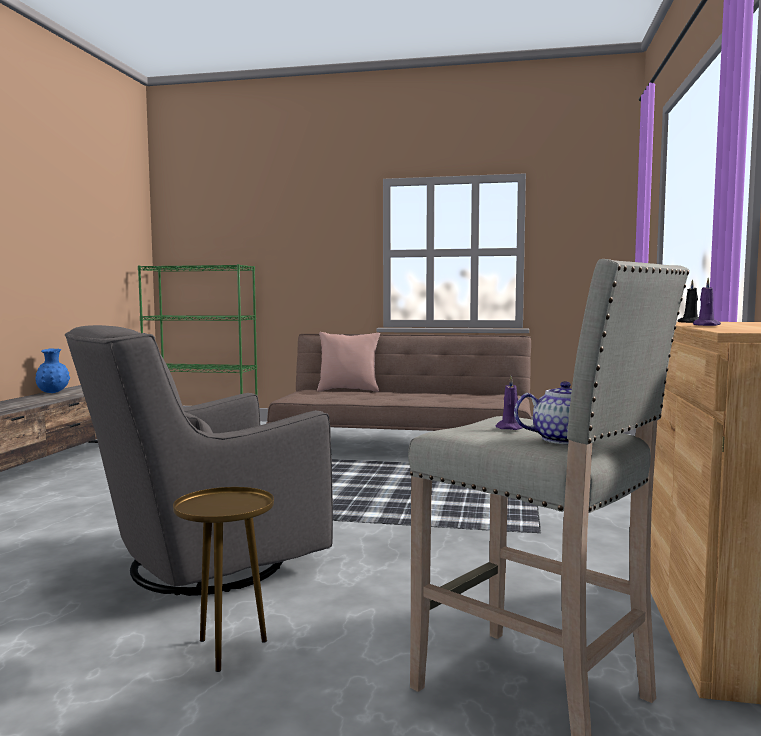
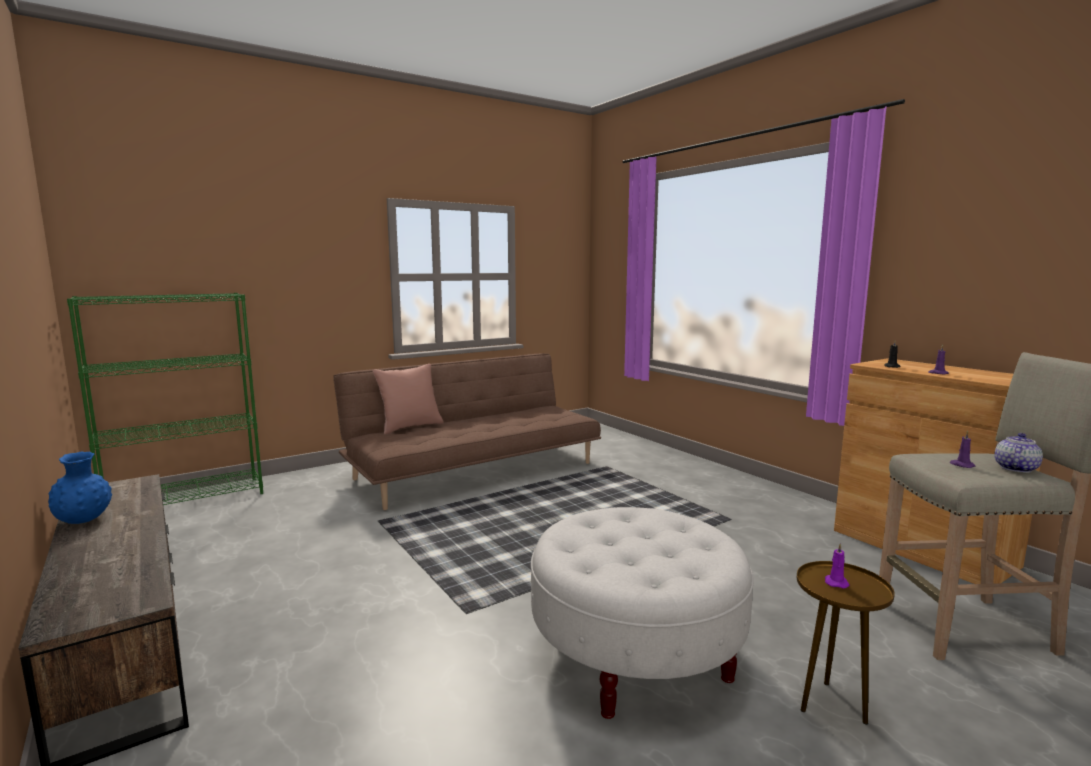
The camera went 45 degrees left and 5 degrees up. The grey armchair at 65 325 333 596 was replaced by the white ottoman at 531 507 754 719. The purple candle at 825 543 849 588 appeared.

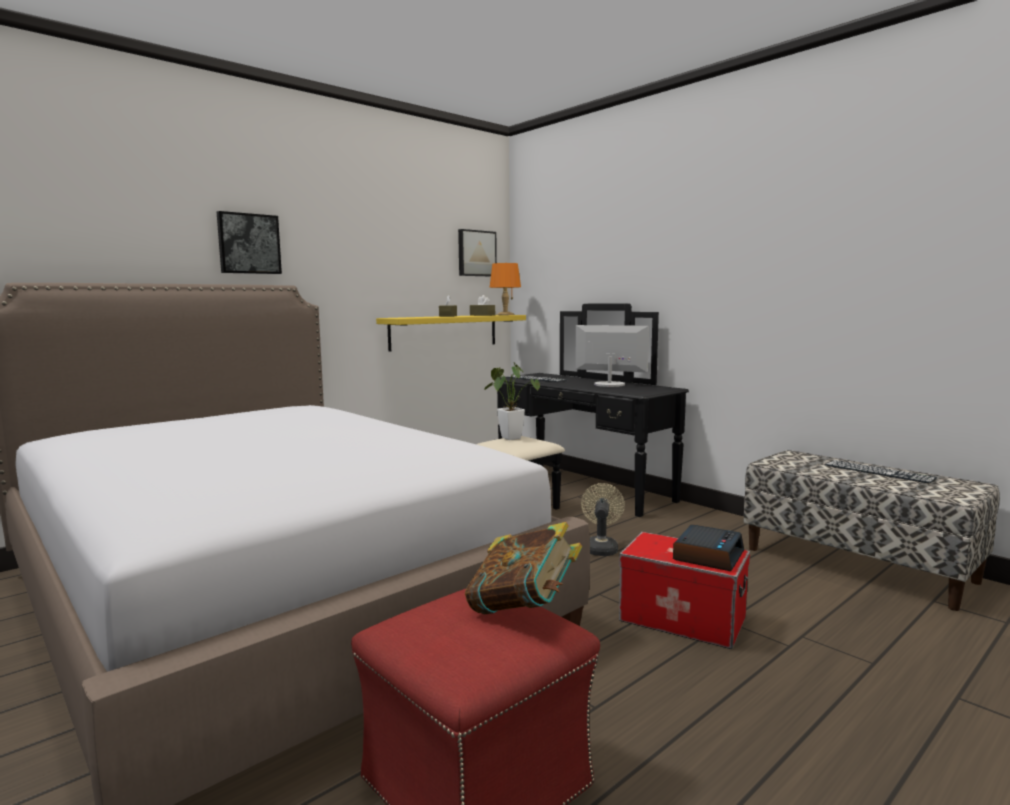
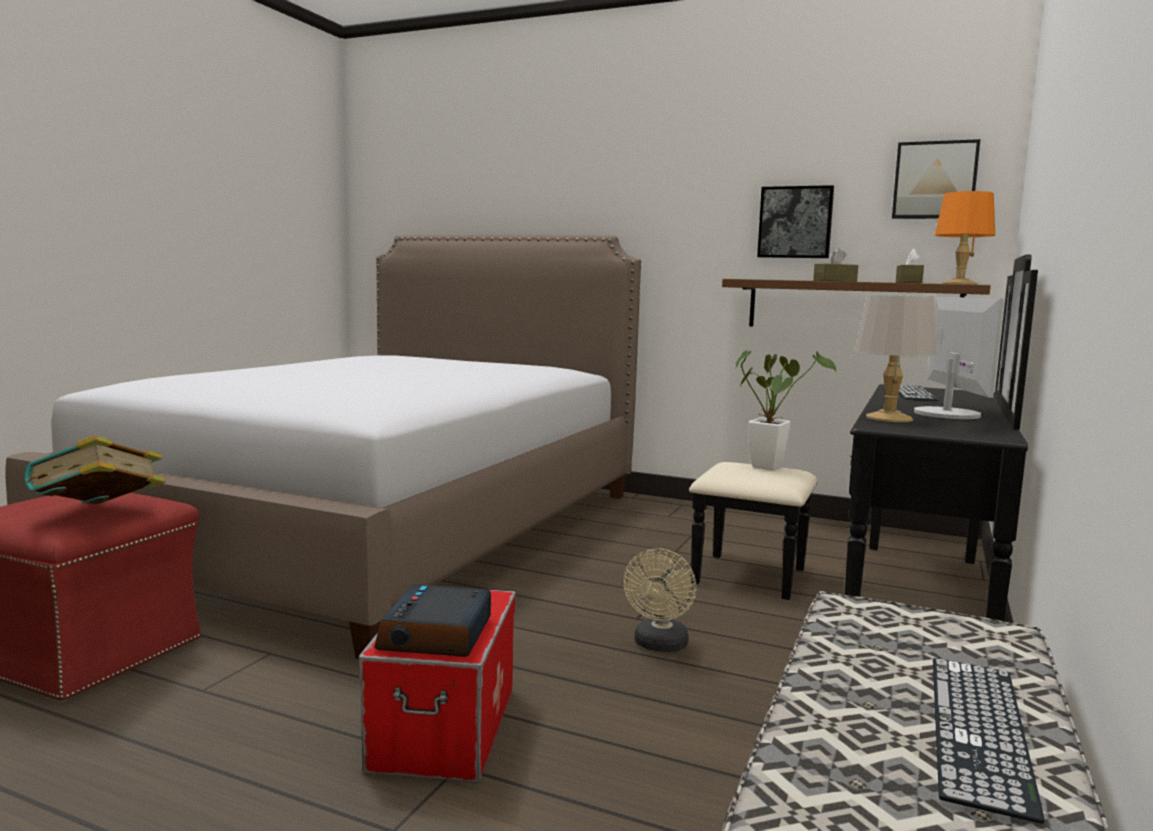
The camera went 65 degrees right and 0 degrees up. The alarm clock at 673 524 744 571 turned 90 degrees clockwise. The beige fan at 581 483 625 556 turned 120 degrees clockwise. The yellow shelf at 376 315 526 351 became the brown shelf at 722 279 991 326. The picture moved from 217 211 282 274 to 757 185 834 258. The grey table lamp at 855 295 936 422 appeared.

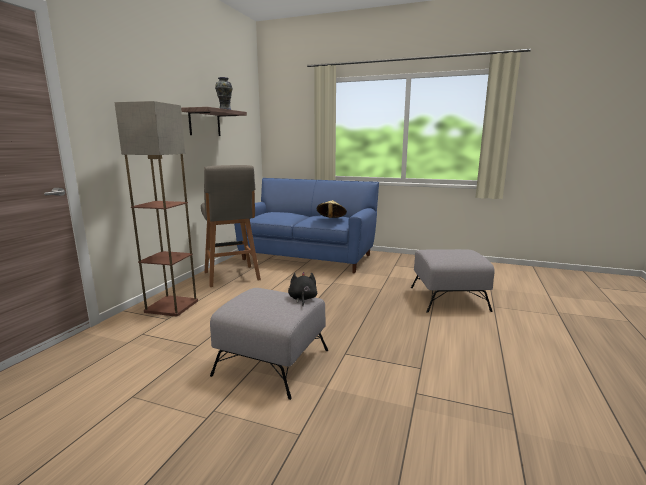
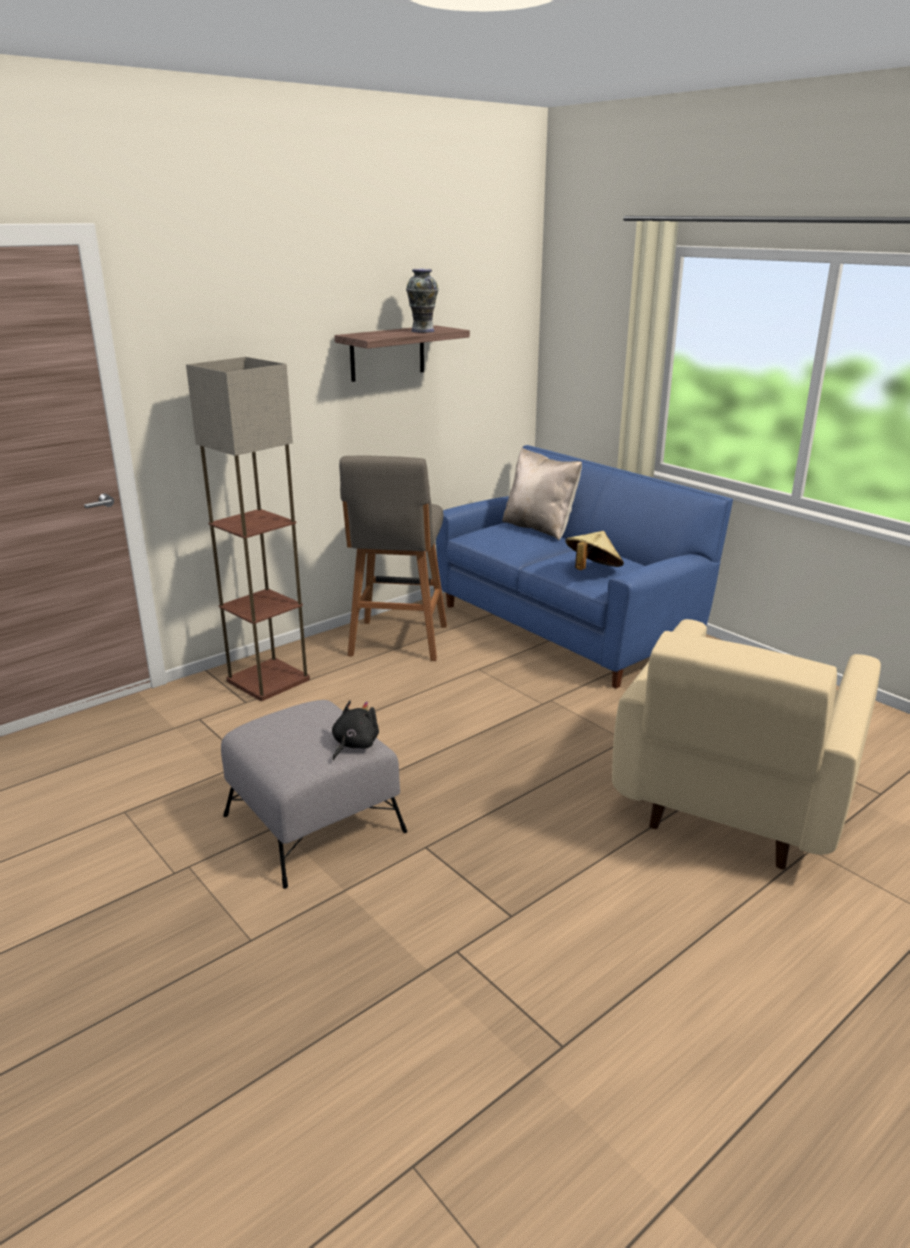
The camera went 30 degrees right and 10 degrees up. The beige pillow at 503 448 582 540 appeared. The grey ottoman at 411 249 495 313 was replaced by the beige armchair at 612 619 881 870.

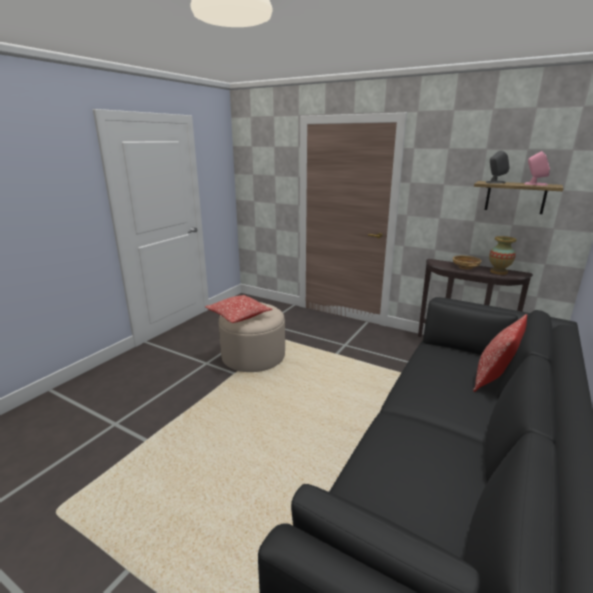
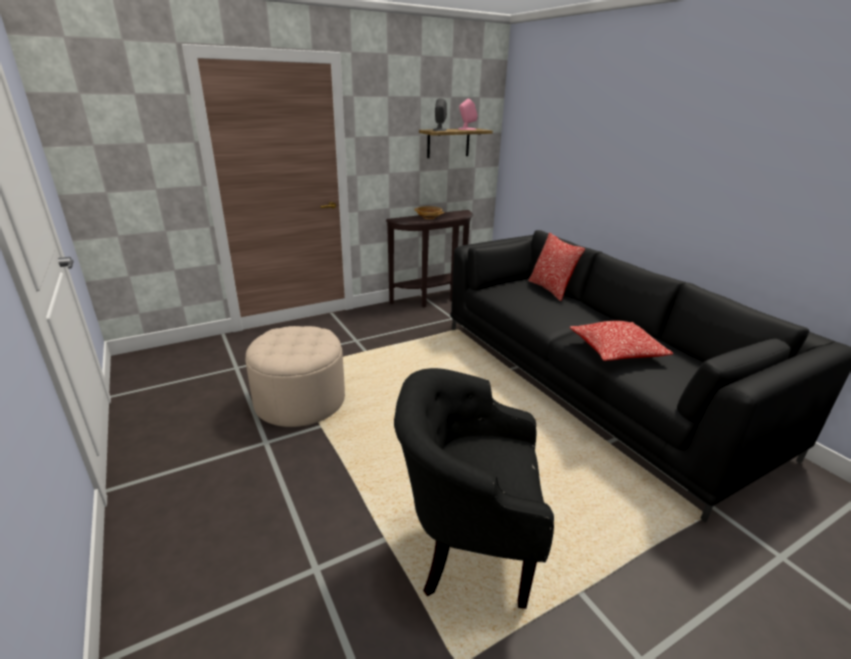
The camera went 60 degrees left and 5 degrees up. The black armchair at 394 368 554 609 appeared. The pillow moved from 205 295 273 323 to 570 321 674 361. The vase at 489 236 516 275 disappeared.

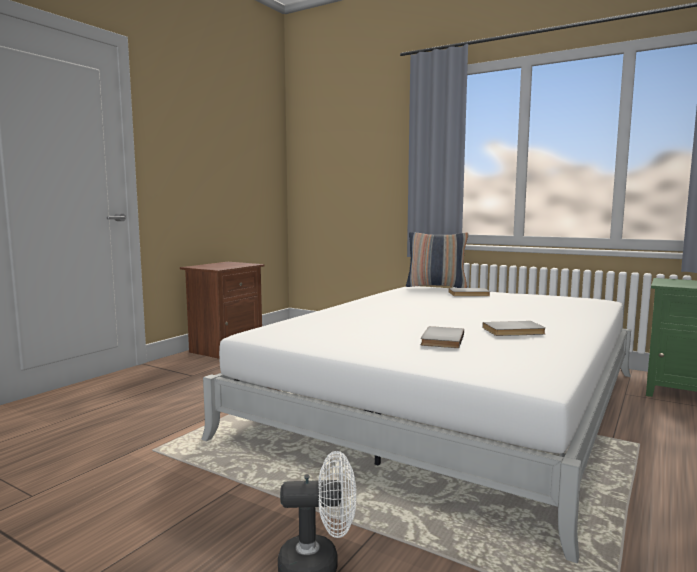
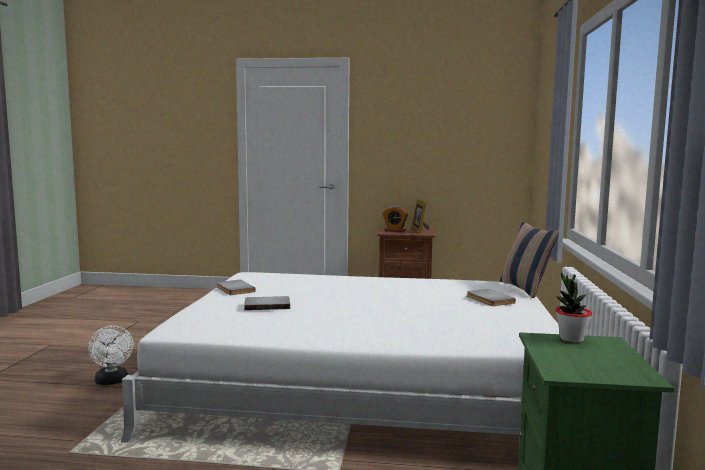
The camera went 65 degrees right and 0 degrees up. The grey book moved from 482 321 546 336 to 217 280 256 295. The alarm clock at 383 206 408 232 appeared. The picture frame at 411 199 429 234 appeared. The potted plant at 556 272 592 343 appeared.

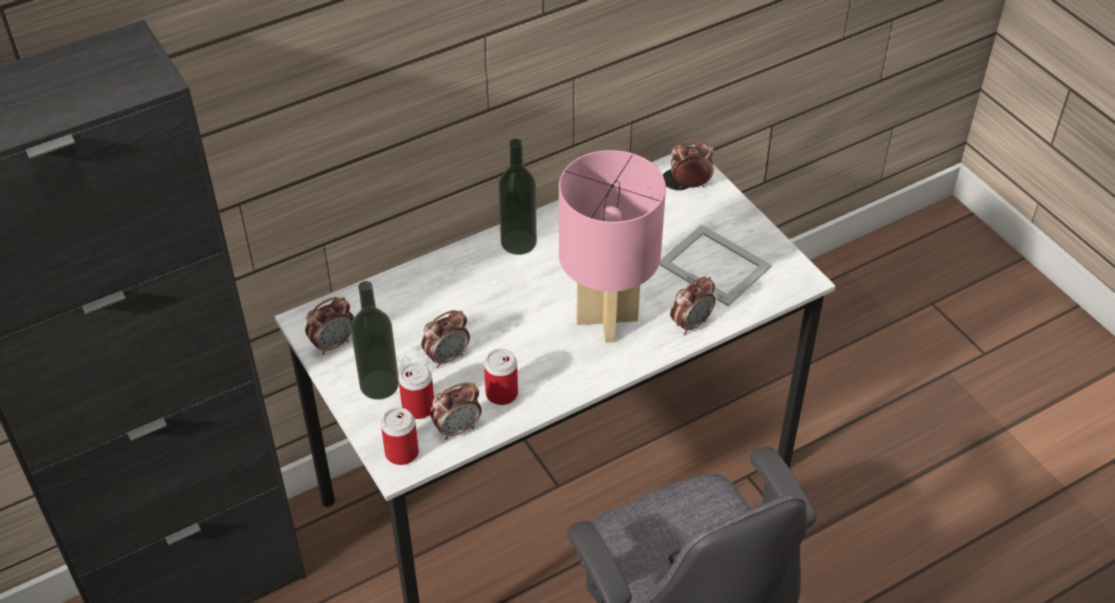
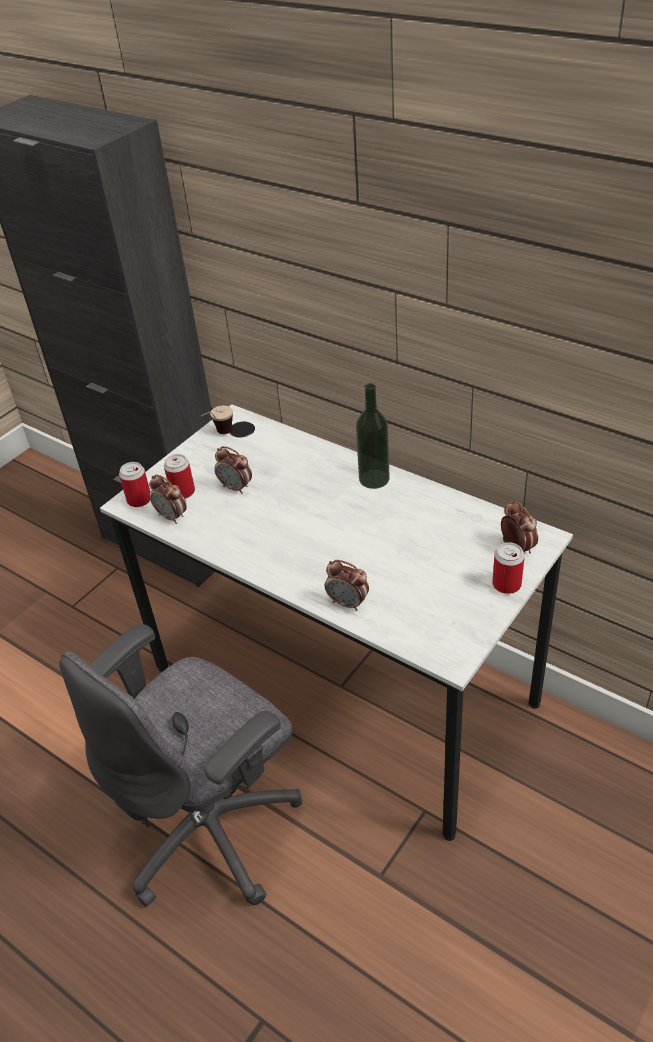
The camera went 70 degrees right and 5 degrees down. The alarm clock at 305 297 353 355 was replaced by the cup at 201 406 233 434. The can moved from 484 349 518 405 to 492 542 525 594. The bottle at 351 281 399 400 disappeared. The pink table lamp at 559 150 666 343 disappeared. The picture frame at 659 224 772 306 disappeared.

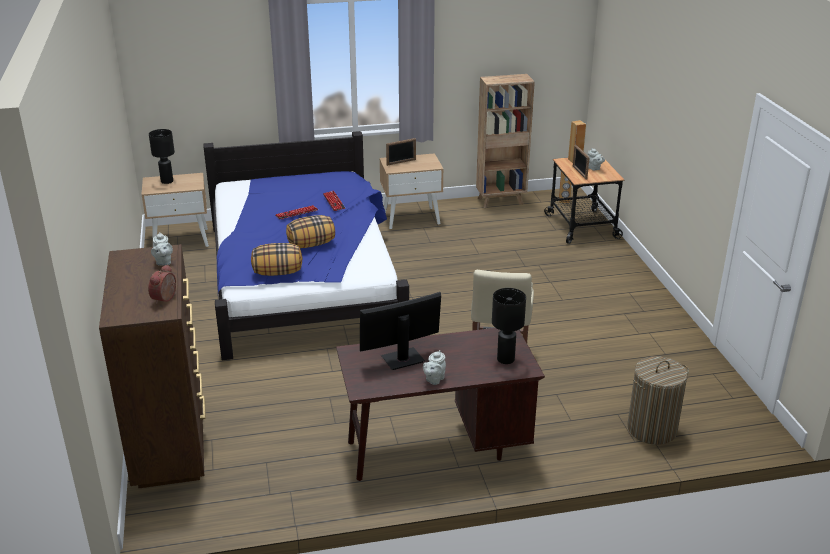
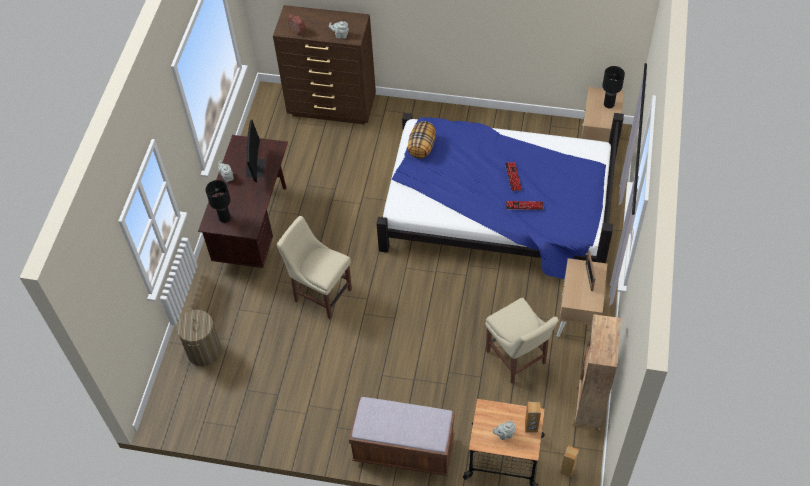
The camera went 115 degrees right and 25 degrees up. The brown bench at 349 397 455 476 appeared. The beige chair at 485 298 559 384 appeared. The pillow at 286 215 335 248 disappeared. The picture frame at 573 145 590 180 disappeared.

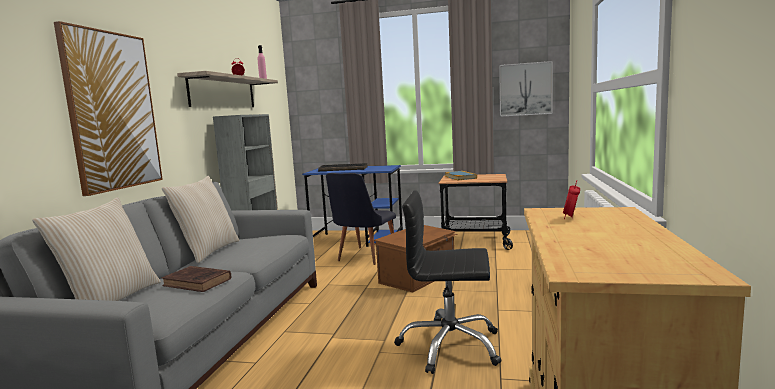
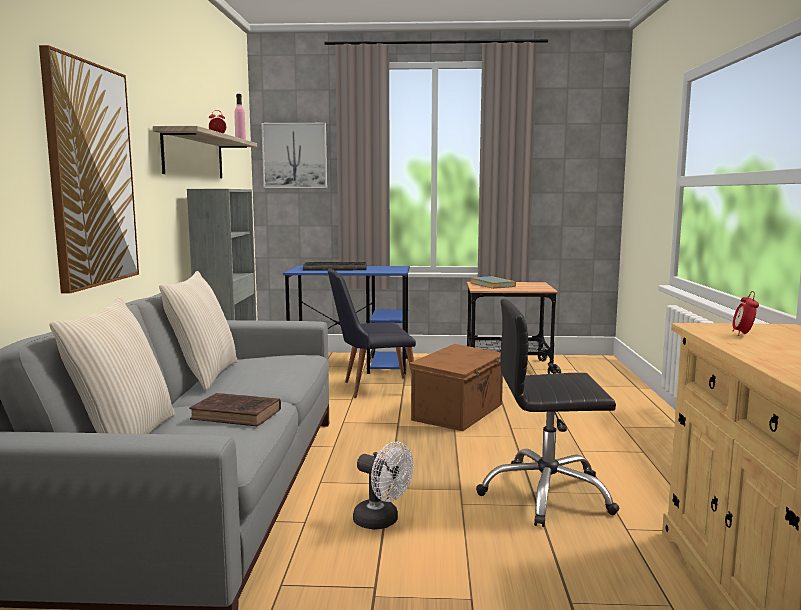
The camera went 10 degrees left and 0 degrees up. The picture moved from 499 61 553 117 to 261 123 327 188. The black chair at 326 173 396 265 turned 60 degrees clockwise. The white fan at 353 442 413 530 appeared.

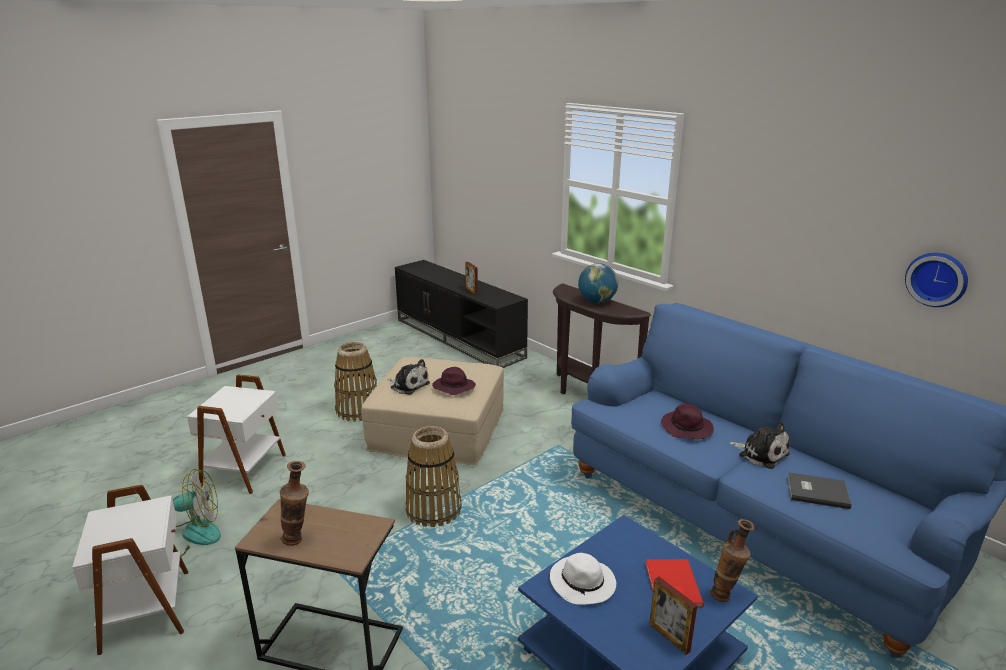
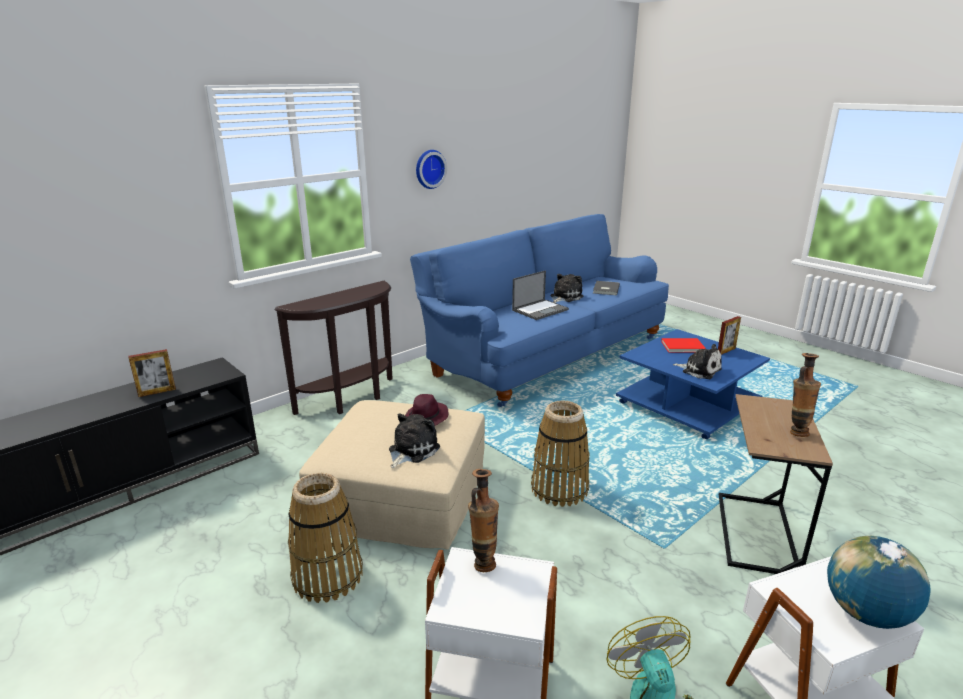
The camera went 90 degrees left and 0 degrees up. The wall clock moved from 905 253 968 307 to 416 150 447 189. The vase moved from 710 519 754 602 to 468 469 499 572. The purple hat at 661 404 714 439 was replaced by the laptop at 512 270 569 320. The white hat at 550 553 616 605 was replaced by the plush toy at 673 344 722 379. The globe moved from 578 263 618 303 to 827 536 931 629.

